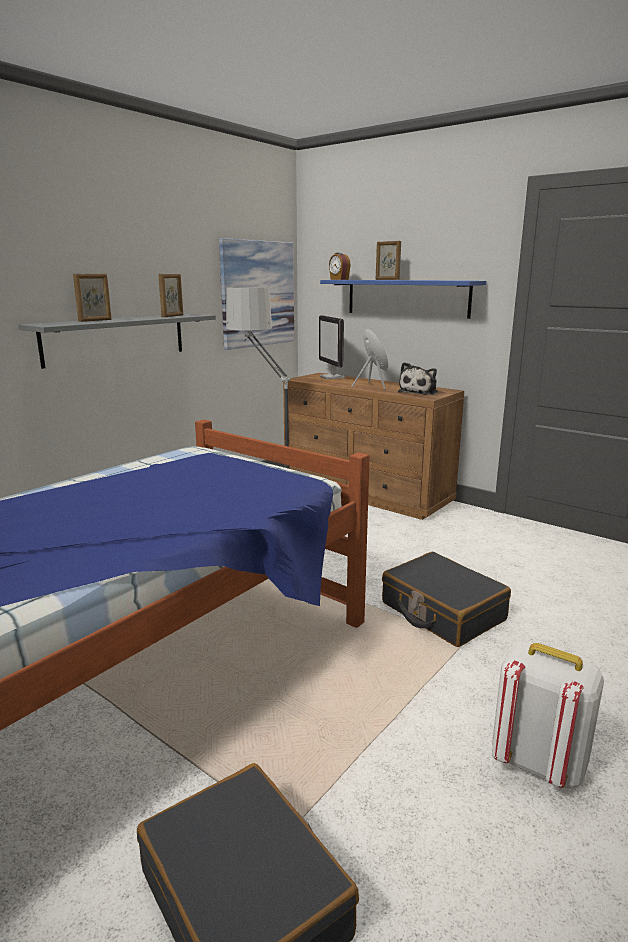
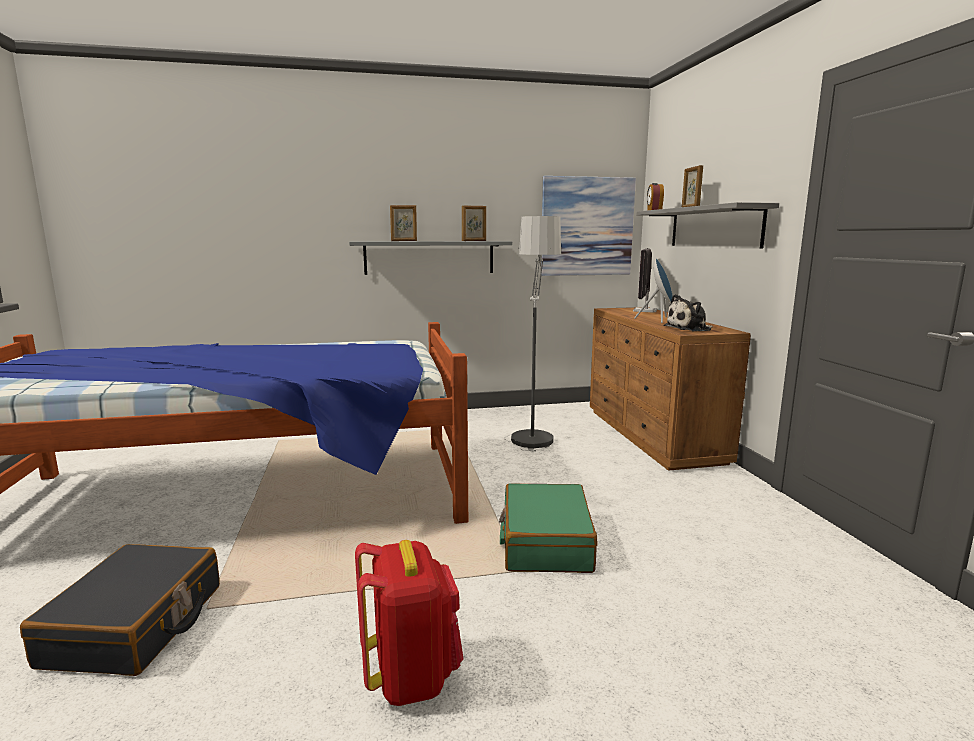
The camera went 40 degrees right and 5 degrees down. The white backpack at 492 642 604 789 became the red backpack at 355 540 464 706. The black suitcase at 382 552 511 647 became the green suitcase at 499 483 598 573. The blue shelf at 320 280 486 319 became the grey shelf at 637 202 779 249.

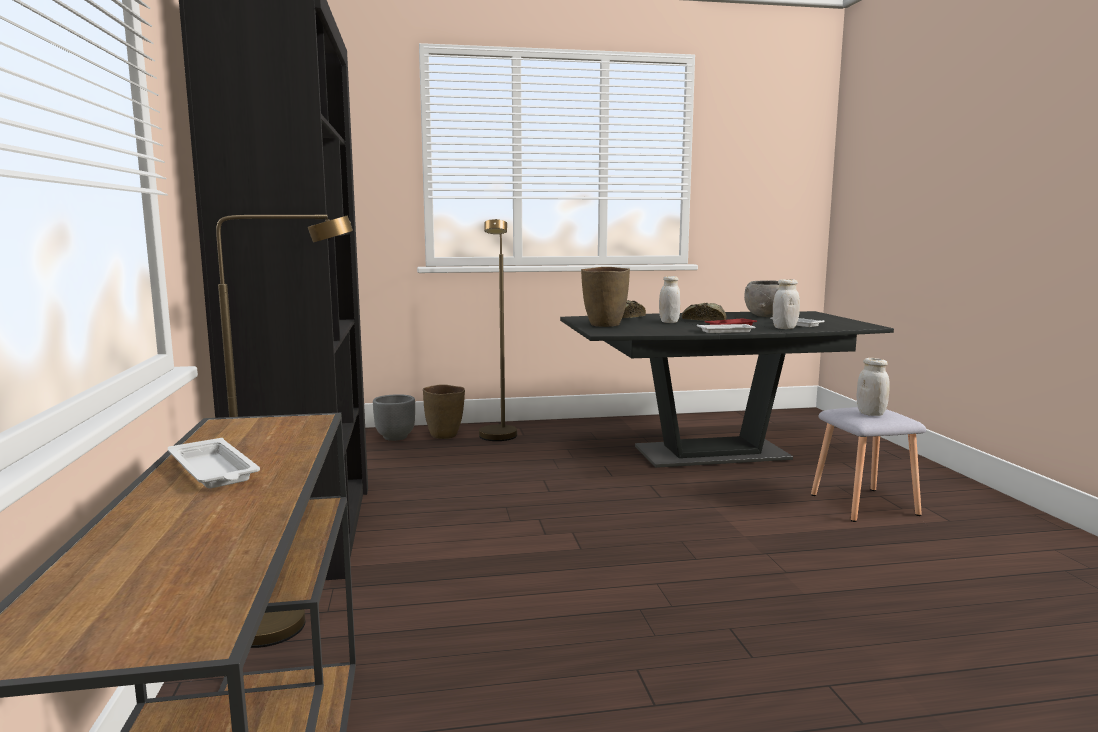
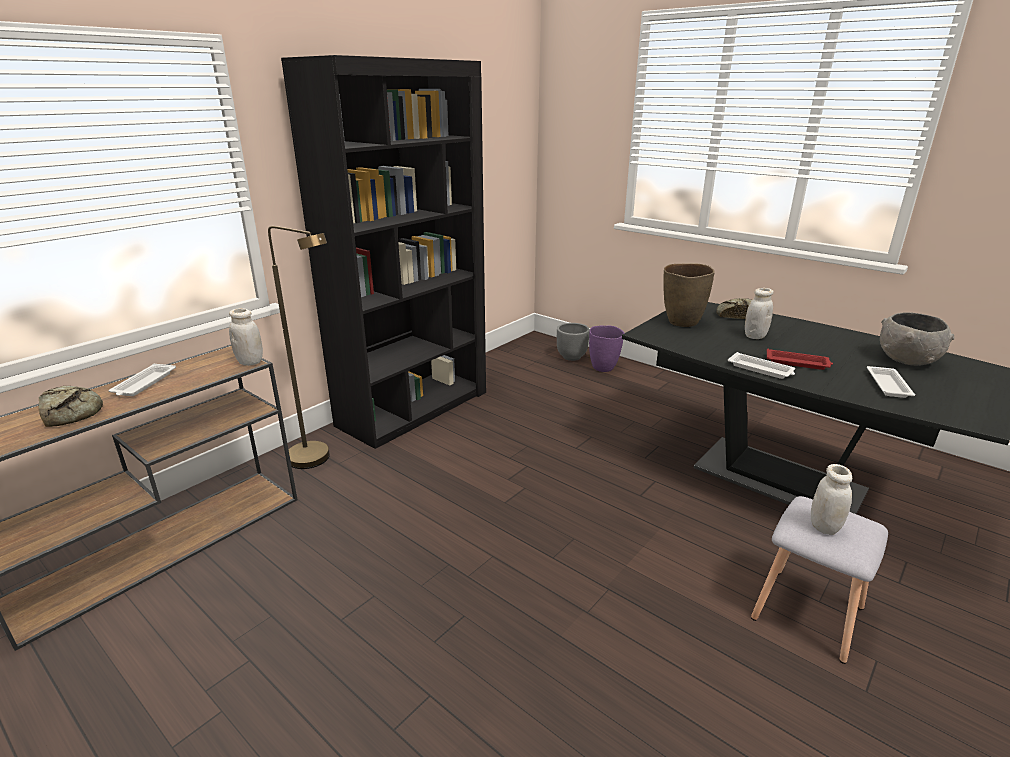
The camera went 50 degrees right and 15 degrees up. The bread moved from 681 303 727 321 to 38 386 103 427. The white jar moved from 773 279 800 329 to 229 308 263 366. The brown vase at 423 384 465 439 became the purple vase at 589 325 624 372. The brown floor lamp at 479 219 517 441 disappeared.

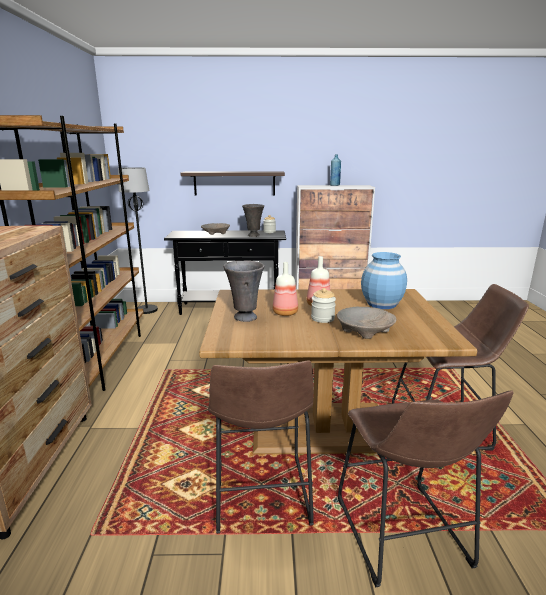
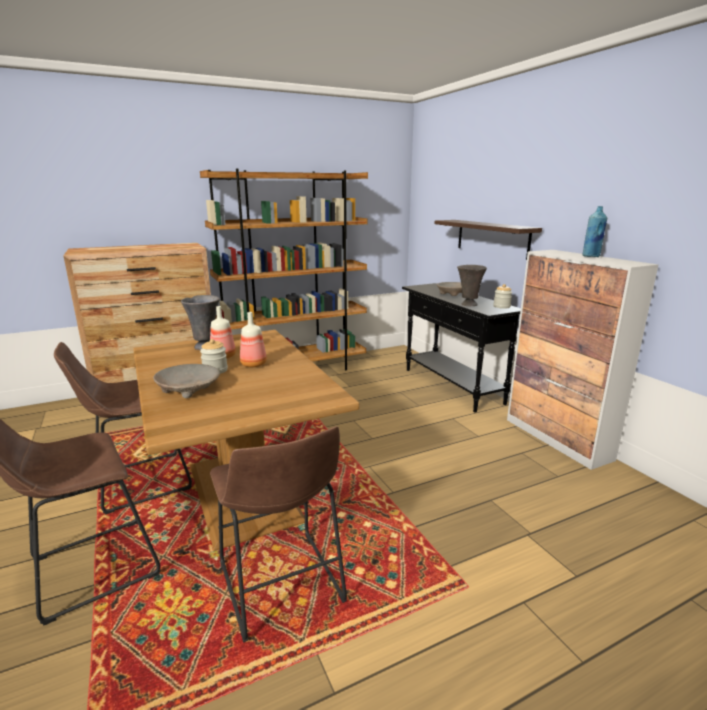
The camera went 65 degrees right and 0 degrees up. The black floor lamp at 118 167 158 314 disappeared. The blue vase at 361 252 407 309 disappeared.

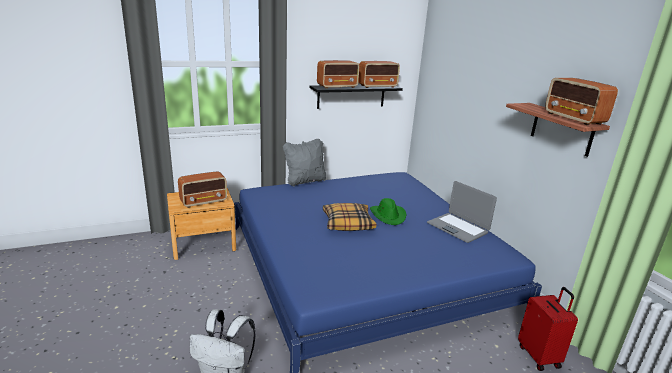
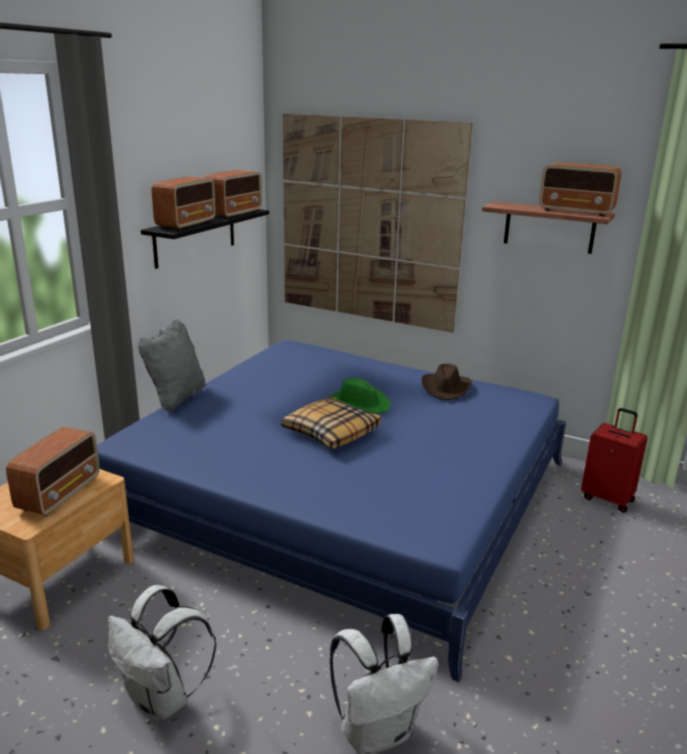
The camera went 40 degrees left and 0 degrees up. The white backpack at 107 585 216 723 appeared. The picture at 283 114 472 333 appeared. The laptop at 427 181 497 243 was replaced by the brown hat at 421 364 472 400.

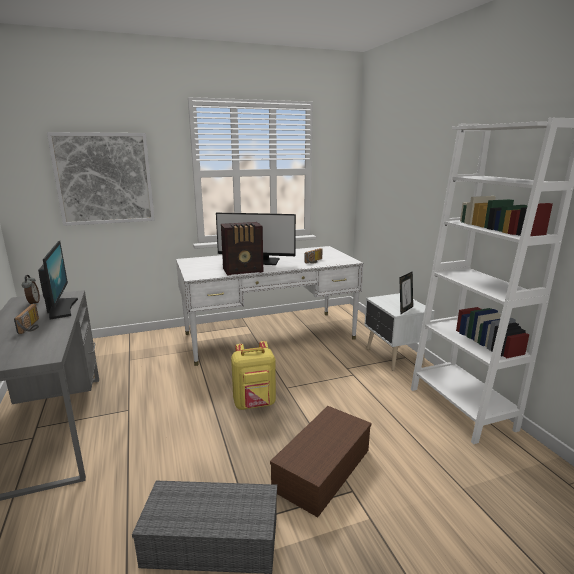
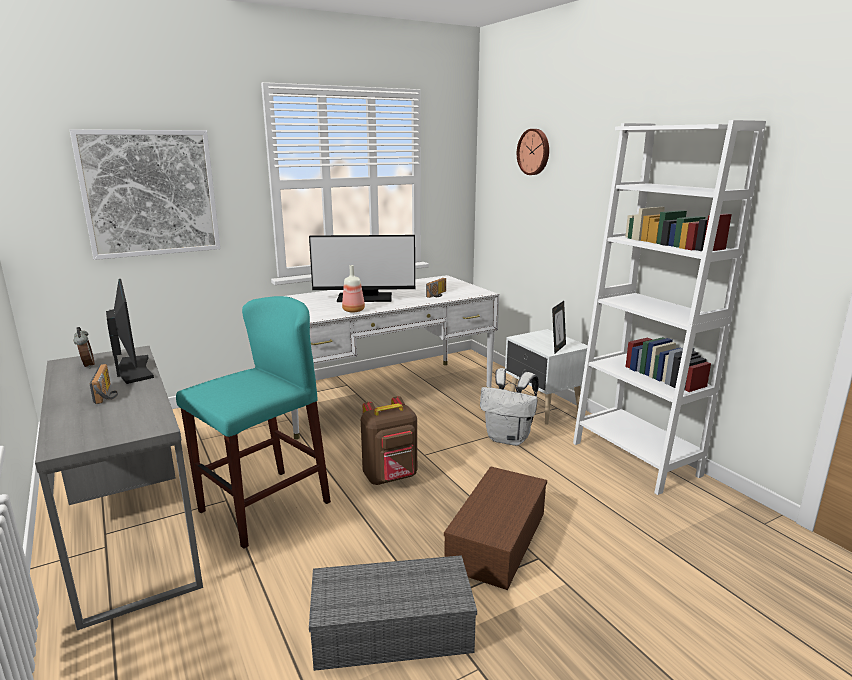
The camera went 10 degrees left and 0 degrees up. The turquoise stool at 176 296 331 549 appeared. The radio at 221 222 263 276 was replaced by the bottle at 342 265 365 312. The yellow backpack at 231 341 276 410 became the brown backpack at 361 396 417 485. The white backpack at 480 368 539 446 appeared. The wall clock at 517 129 549 175 appeared.

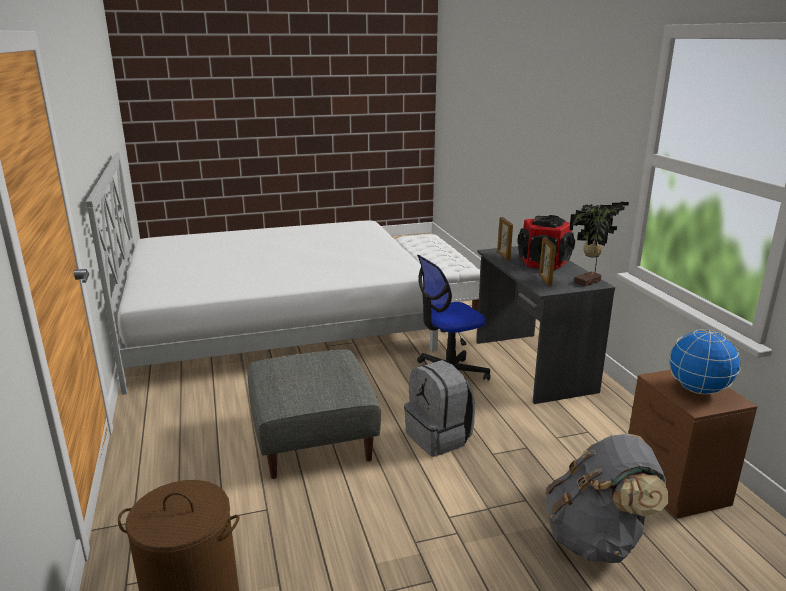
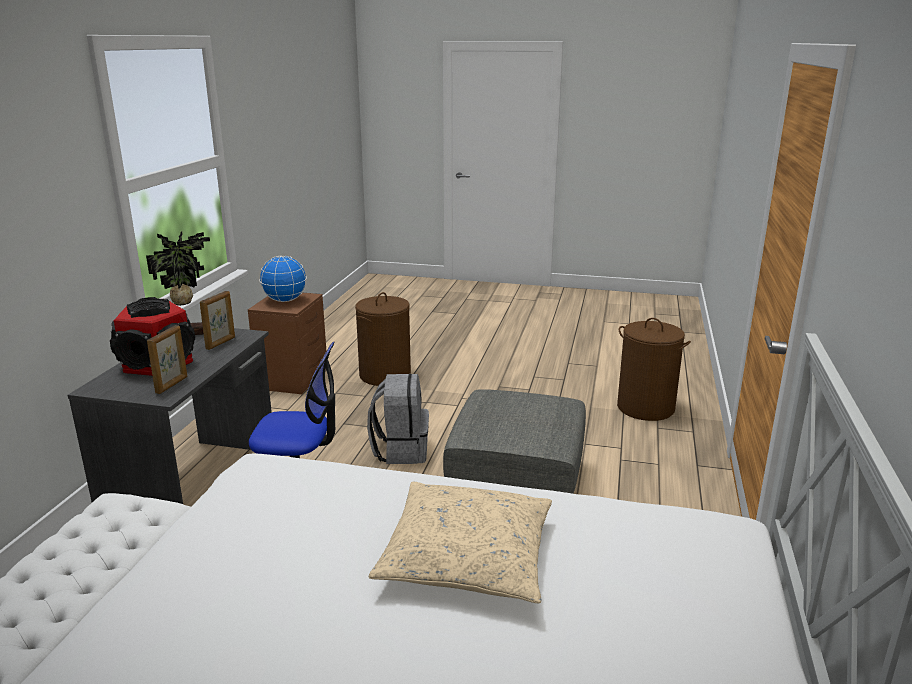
The camera went 150 degrees left and 0 degrees up. The grey backpack at 545 434 668 563 was replaced by the brown laundry basket at 355 292 411 386. The beige pillow at 369 482 552 604 appeared.

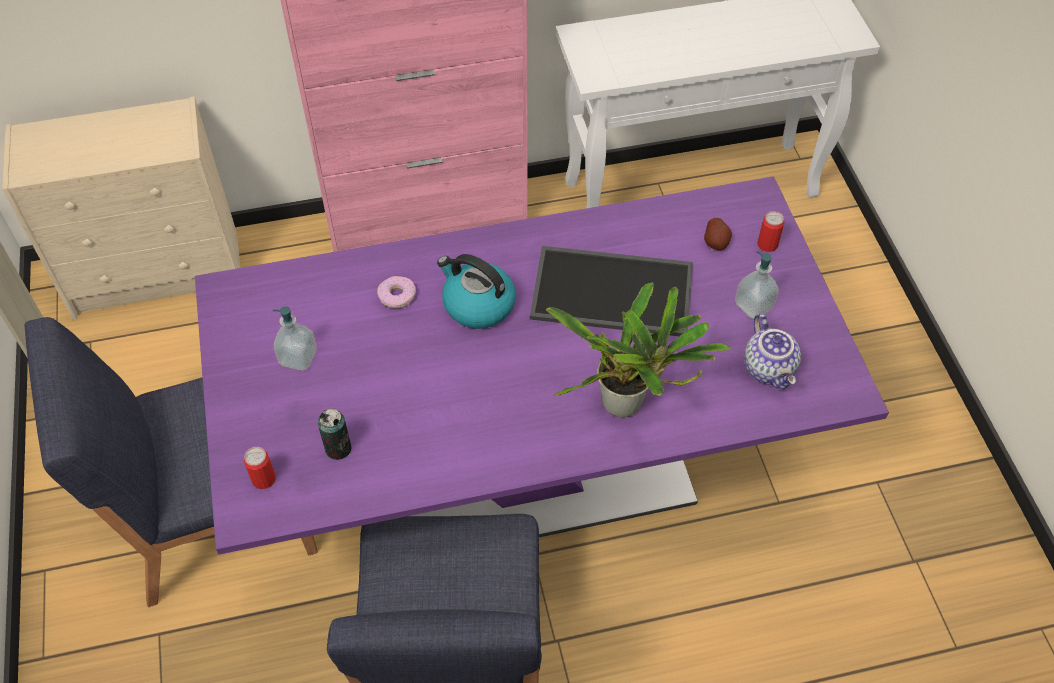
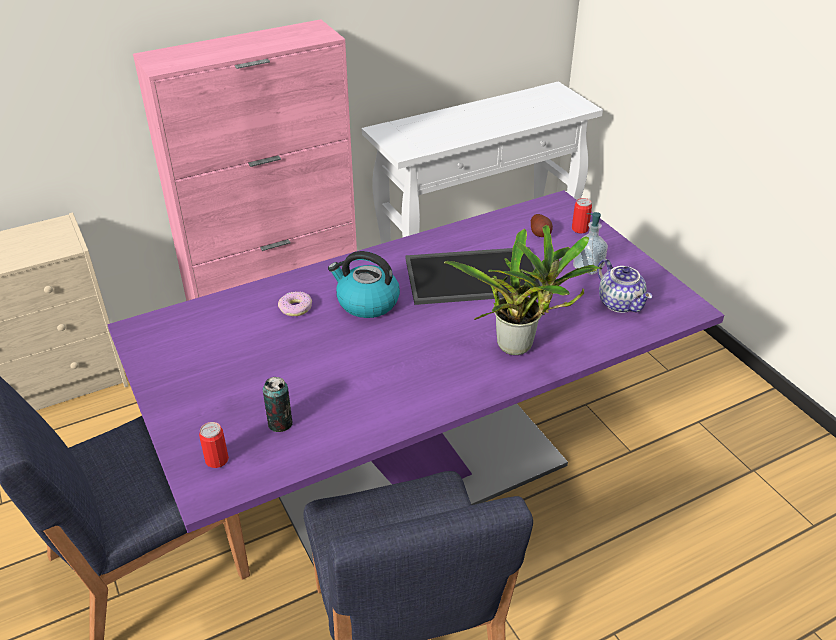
The camera went 15 degrees left and 15 degrees down. The soap dispenser at 273 306 317 371 disappeared.

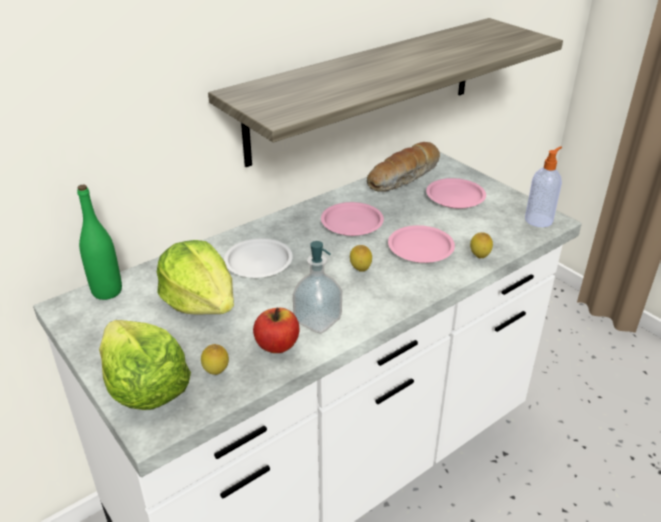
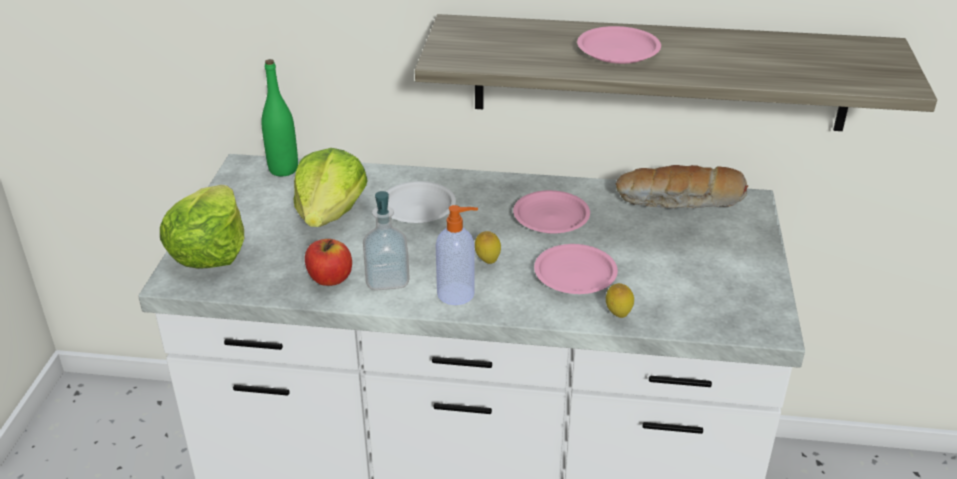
The camera went 45 degrees right and 0 degrees up. The soap dispenser moved from 525 146 562 227 to 436 205 478 305. The pink plate moved from 426 178 486 209 to 577 26 661 64. The lemon at 201 344 229 375 disappeared.

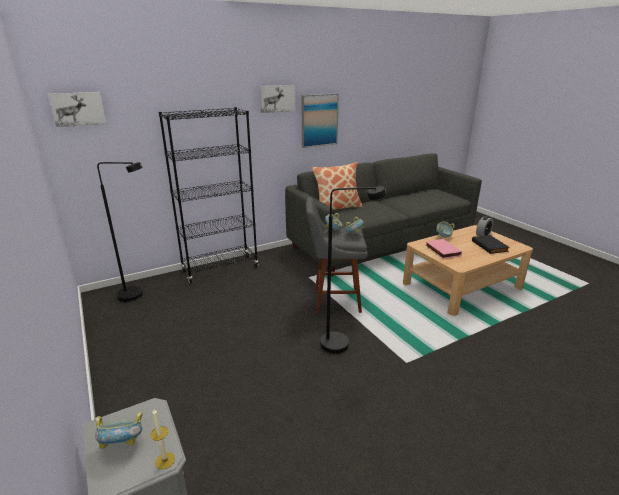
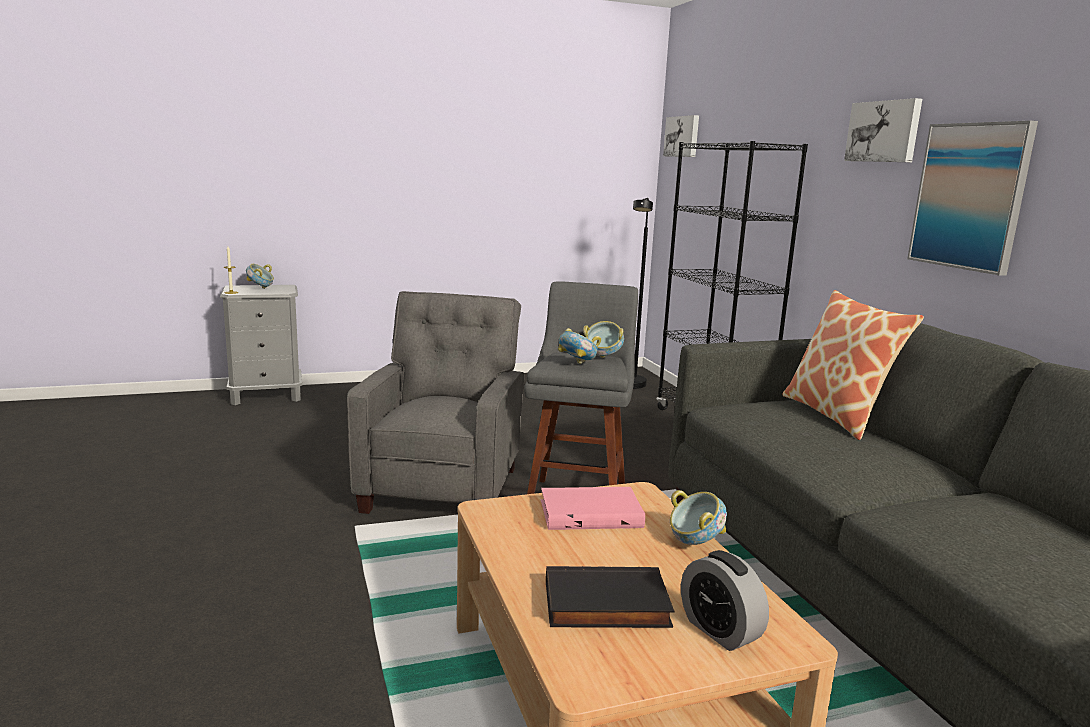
The camera went 100 degrees right and 10 degrees down. The black floor lamp at 320 186 386 354 was replaced by the grey armchair at 347 291 524 514.

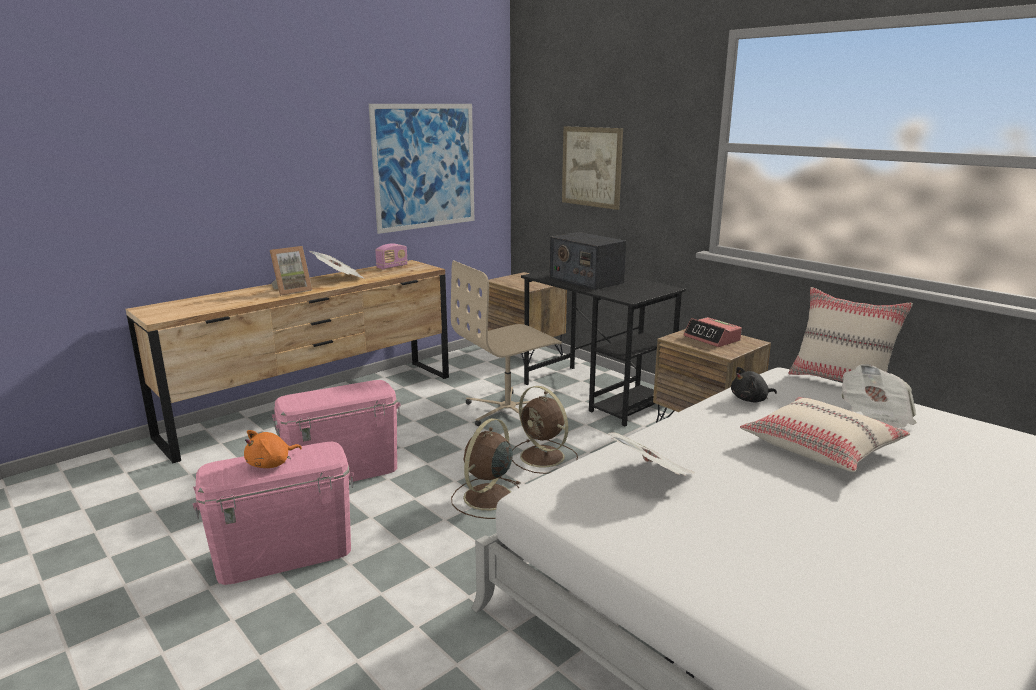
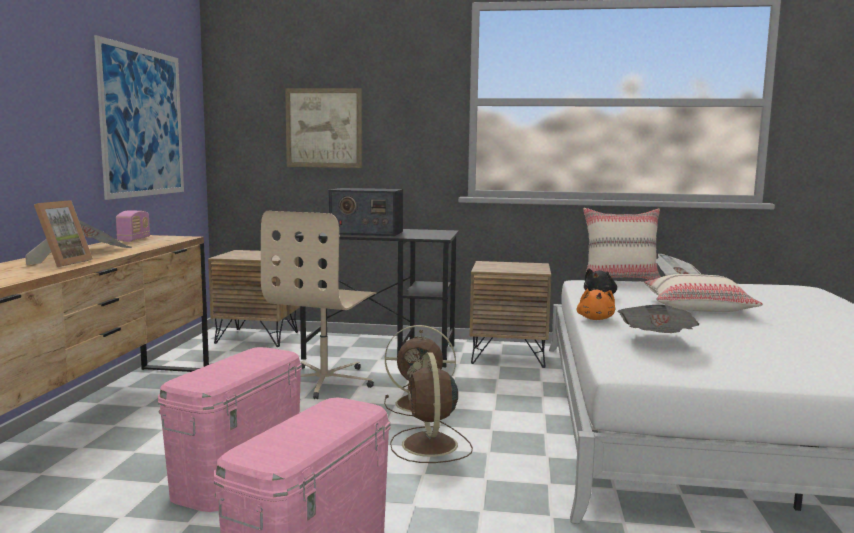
The camera went 40 degrees left and 10 degrees down. The orange plush toy moved from 244 430 302 468 to 577 289 615 320. The alarm clock at 684 317 742 347 disappeared.

